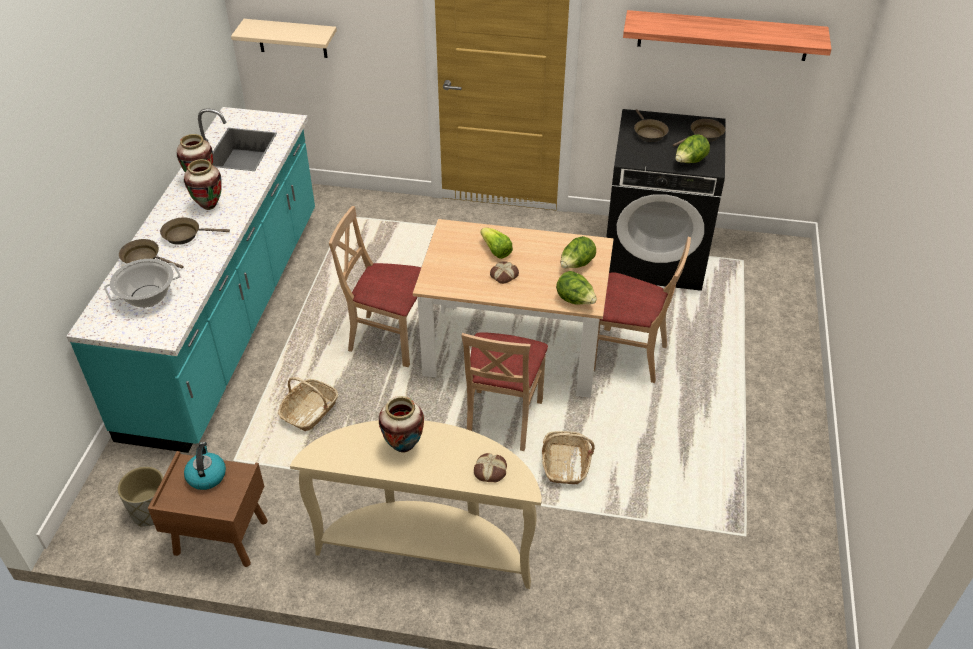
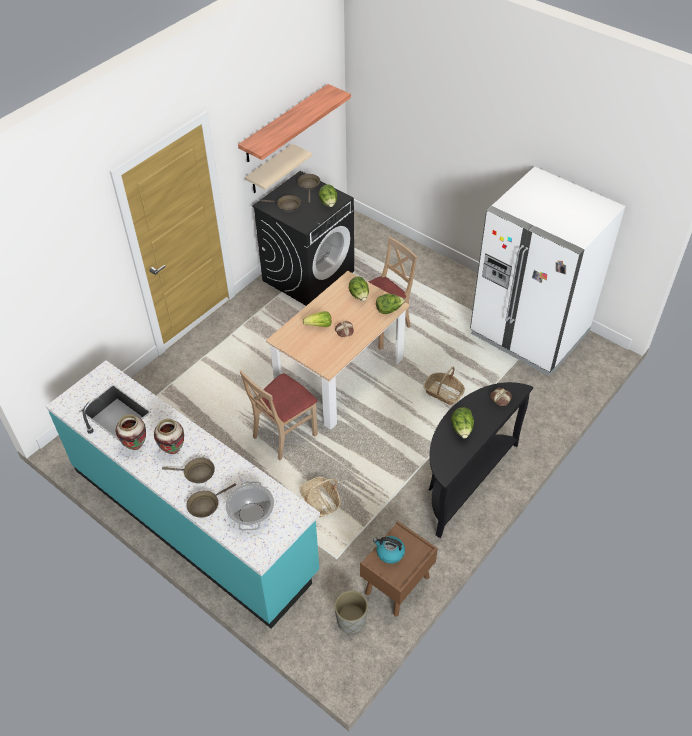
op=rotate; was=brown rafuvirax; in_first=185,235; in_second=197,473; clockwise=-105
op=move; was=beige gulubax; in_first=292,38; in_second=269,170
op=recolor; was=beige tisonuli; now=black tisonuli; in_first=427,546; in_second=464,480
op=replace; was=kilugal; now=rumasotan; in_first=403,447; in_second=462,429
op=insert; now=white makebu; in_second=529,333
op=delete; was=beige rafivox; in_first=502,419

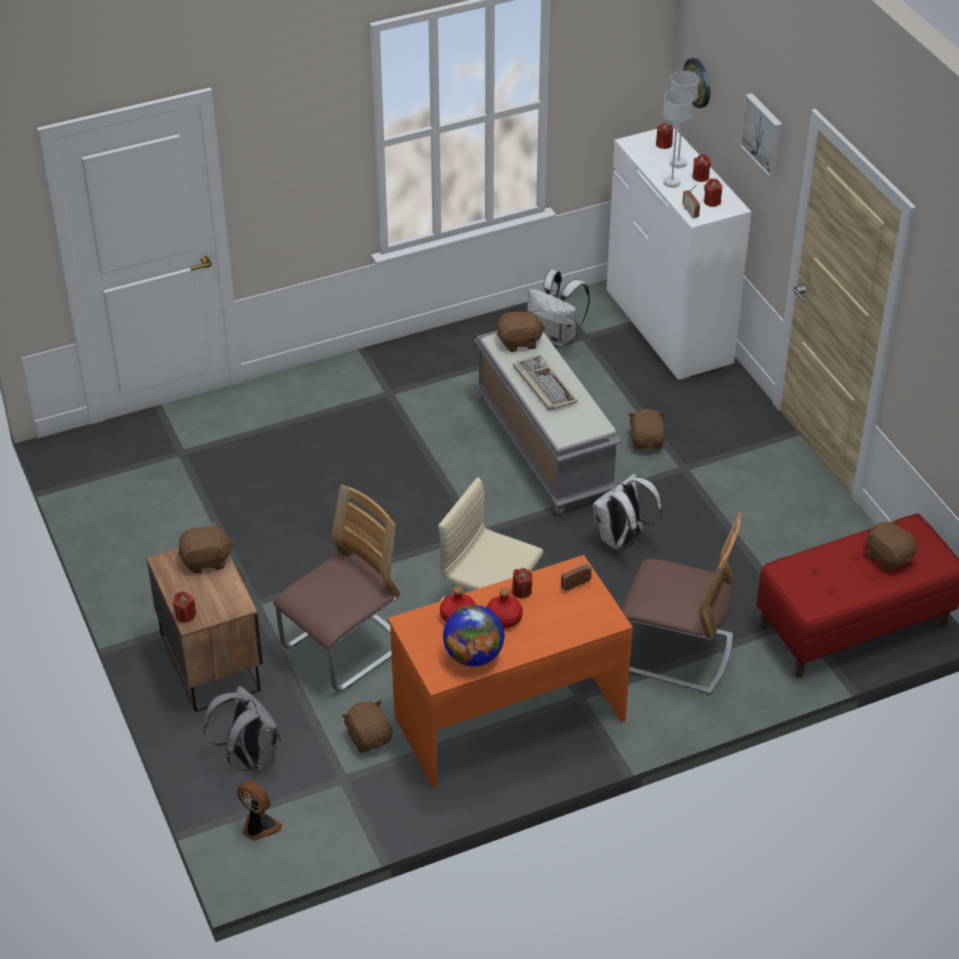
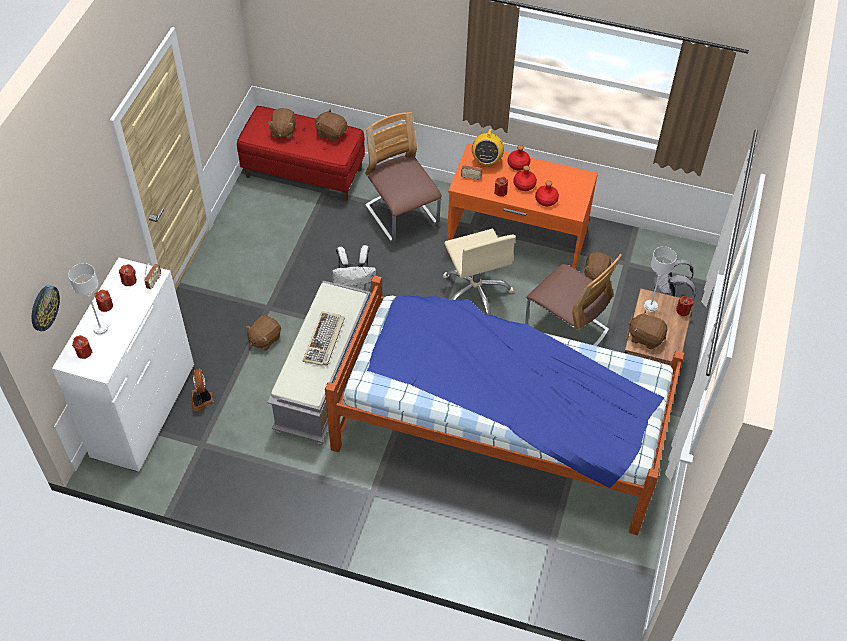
op=move; was=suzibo; in_first=259,827; in_second=202,399
op=move; was=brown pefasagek; in_first=519,342; in_second=331,133
op=insert; now=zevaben; in_second=499,431
op=insert; now=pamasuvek; in_second=486,161
op=insert; now=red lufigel; in_second=518,164
op=rotate; was=rafivox; in_first=344,648; in_second=566,329; clockwise=-135
op=move; was=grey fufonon; in_first=672,182; in_second=650,306
op=delete; was=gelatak; in_first=473,656
op=delete; was=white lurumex; in_first=557,336
op=delete; was=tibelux; in_first=764,134

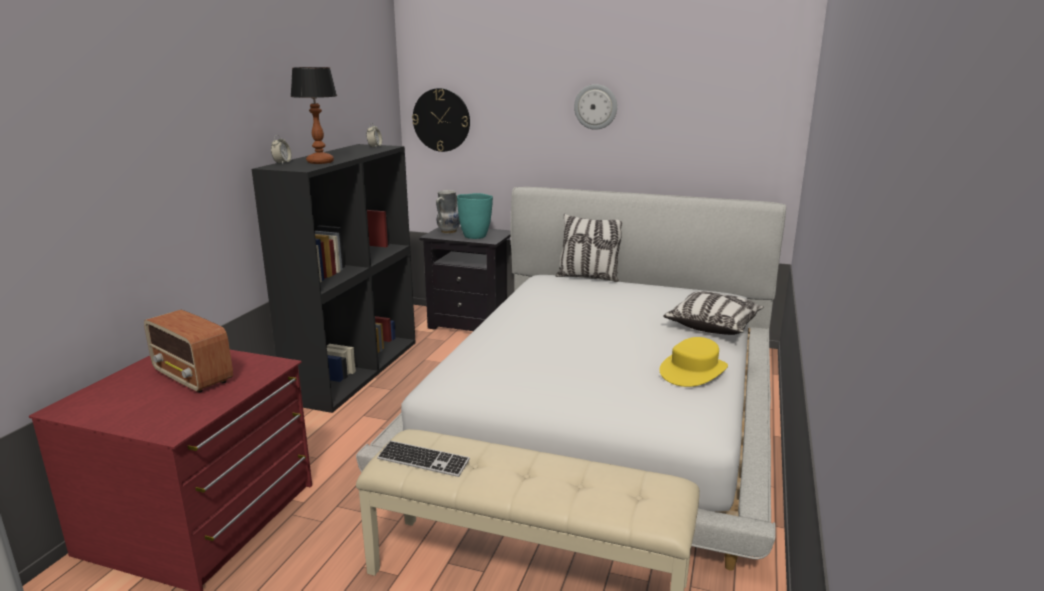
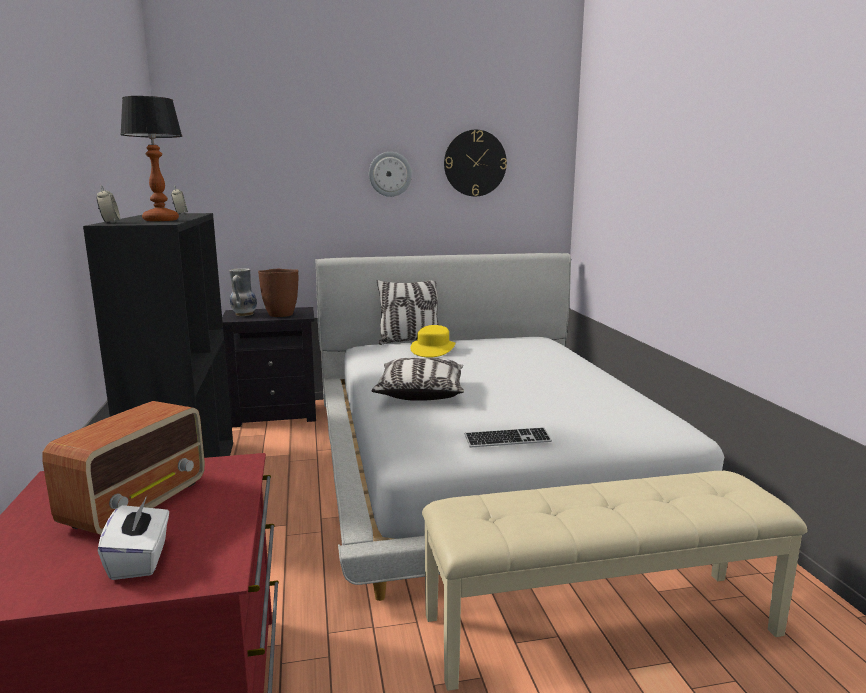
op=rotate; was=pamasuvek; in_first=193,377; in_second=138,503; clockwise=-75
op=insert; now=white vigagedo; in_second=140,560
op=recolor; was=turquoise kilugal; now=brown kilugal; in_first=475,236; in_second=280,315
op=move; was=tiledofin; in_first=713,325; in_second=420,393
op=move; was=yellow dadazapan; in_first=693,371; in_second=433,349
op=move; was=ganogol; in_first=441,120; in_second=475,163
op=move; was=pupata; in_first=423,461; in_second=507,440

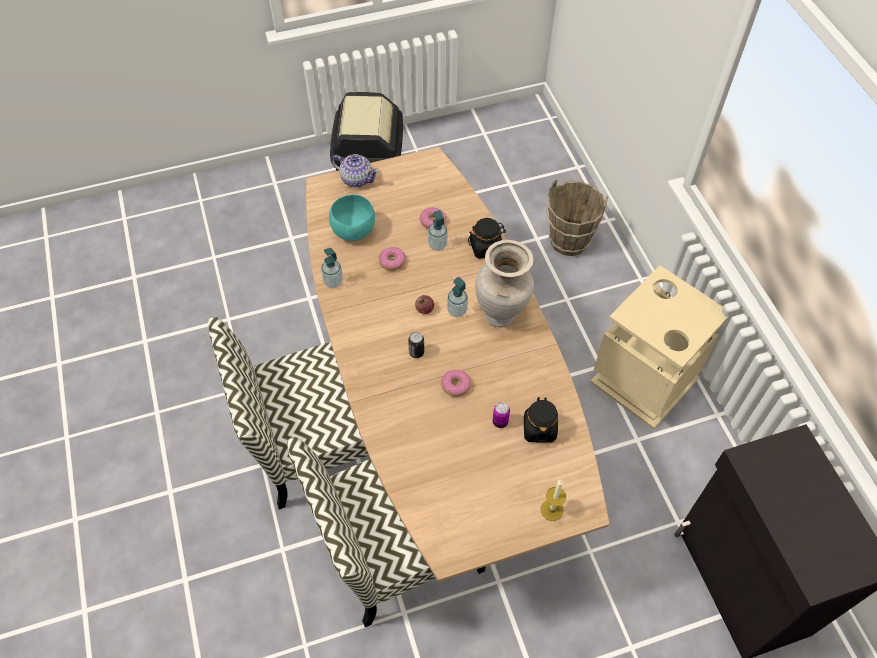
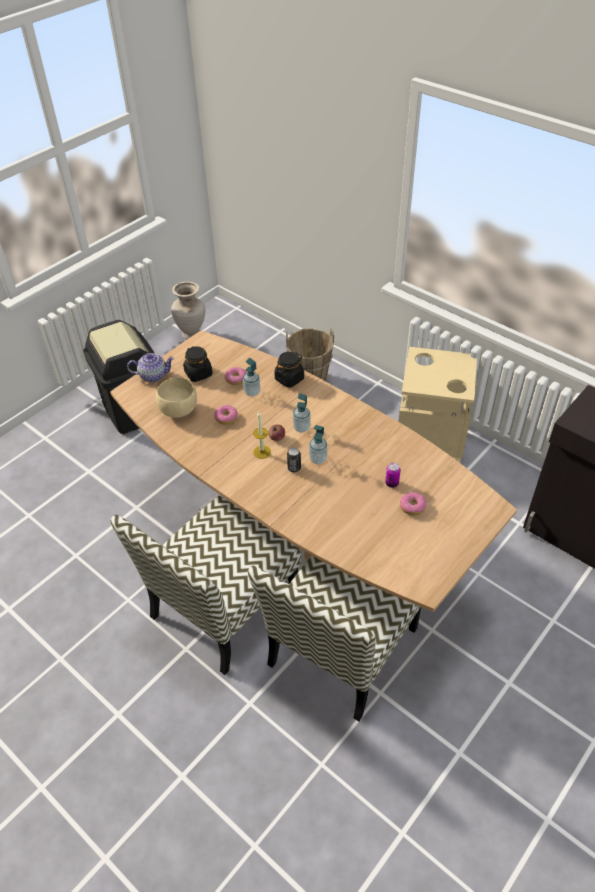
op=recolor; was=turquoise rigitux; now=beige rigitux; in_first=354,230; in_second=178,410
op=move; was=beige kilugal; in_first=501,315; in_second=192,335
op=move; was=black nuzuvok; in_first=539,429; in_second=198,373
op=move; was=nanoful; in_first=552,510; in_second=262,452
op=move; was=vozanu; in_first=333,282; in_second=318,459
op=move; was=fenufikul; in_first=456,385; in_second=412,506

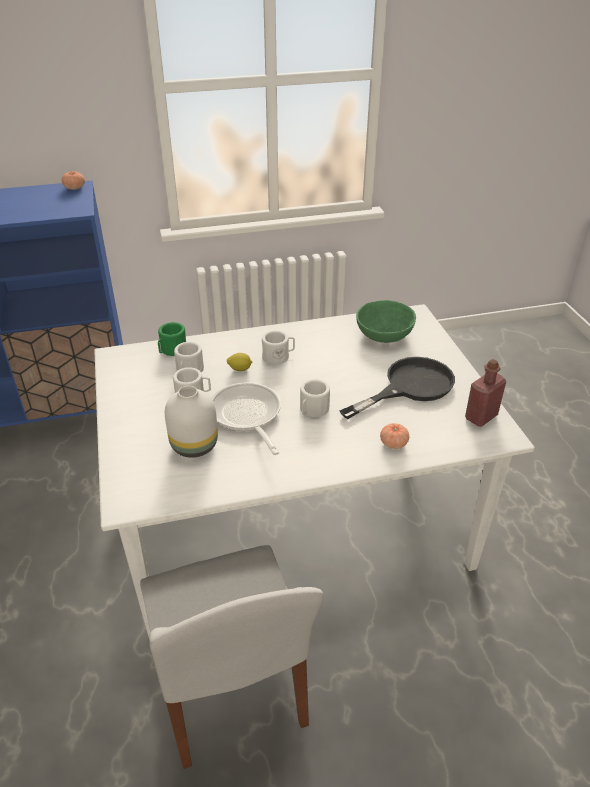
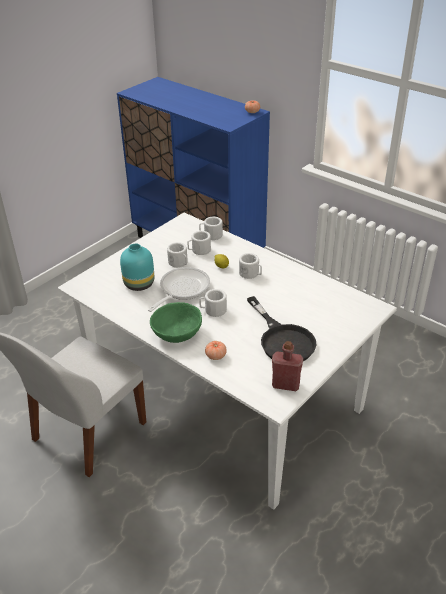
op=recolor; was=white kilugal; now=turquoise kilugal; in_first=193,446; in_second=138,284
op=move; was=green rigitux; in_first=384,334; in_second=177,333
op=recolor; was=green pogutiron; now=white pogutiron; in_first=171,350; in_second=211,235
op=rotate; was=black rafuvirax; in_first=409,386; in_second=282,339; clockwise=45

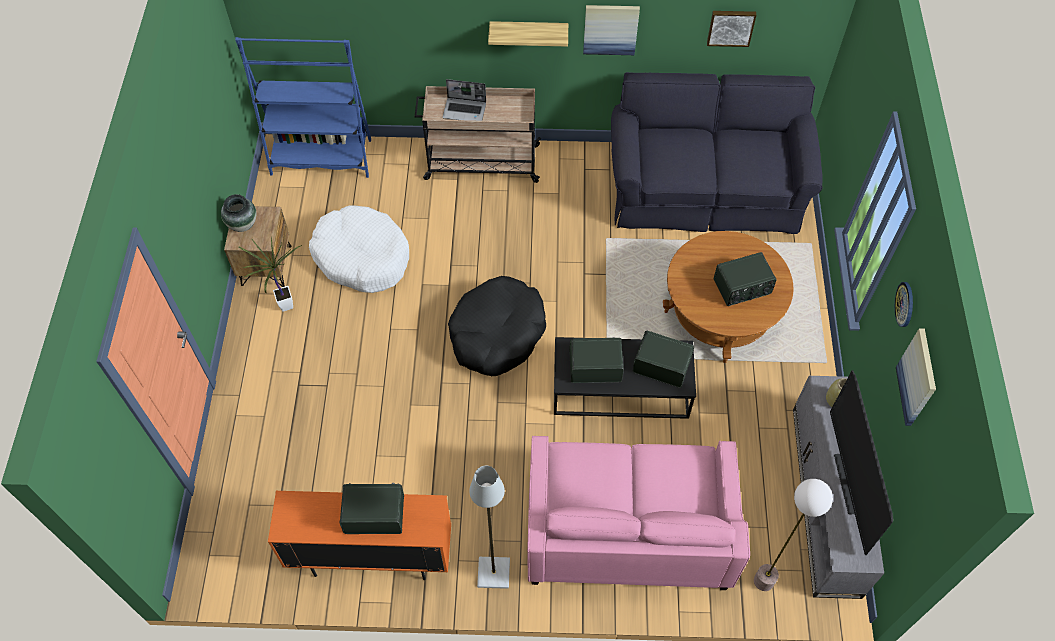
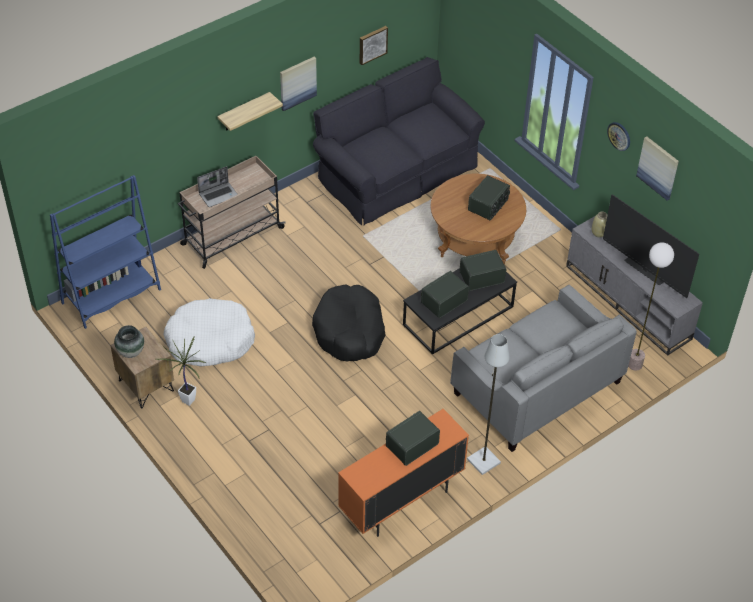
op=recolor; was=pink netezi; now=grey netezi; in_first=627,529; in_second=536,388

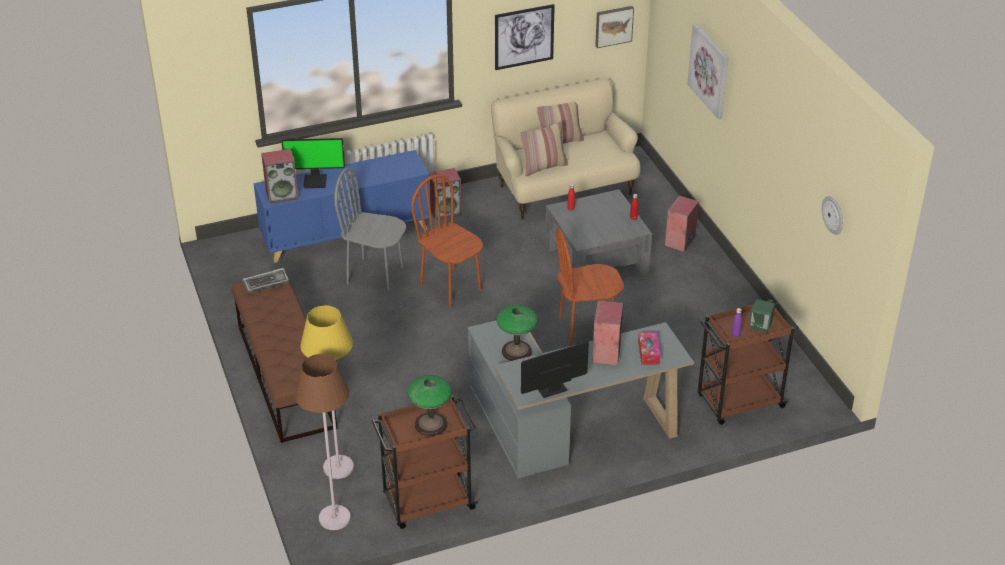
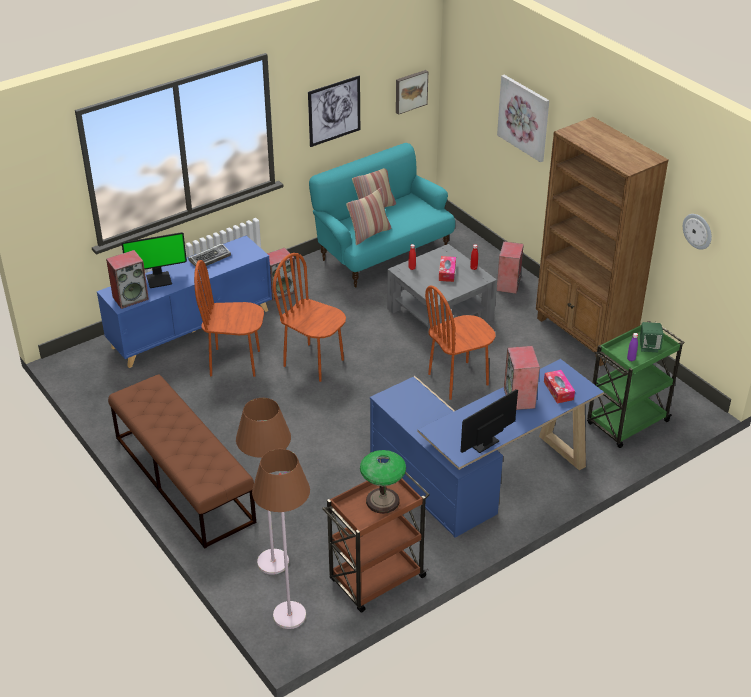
op=move; was=pupata; in_first=266,283; in_second=210,258
op=recolor; was=grey rafivox; now=brown rafivox; in_first=375,274; in_second=235,362
op=recolor; was=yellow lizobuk; now=brown lizobuk; in_first=338,467; in_second=273,562
op=recolor; was=beige netezi; now=turquoise netezi; in_first=564,189; in_second=383,253
op=recolor; was=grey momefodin; now=blue momefodin; in_first=565,427; in_second=478,477
op=insert; now=vigagedo; in_second=447,272
op=insert; now=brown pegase; in_second=584,334
op=recolor; was=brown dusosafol; now=green dusosafol; in_first=739,402; in_second=626,423
op=delete; was=fufonon; in_first=516,351

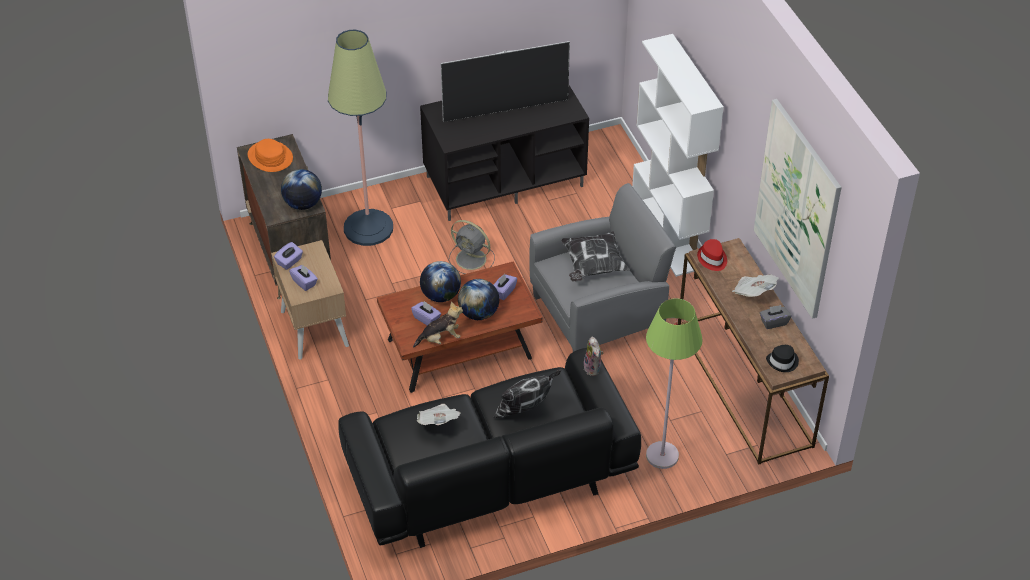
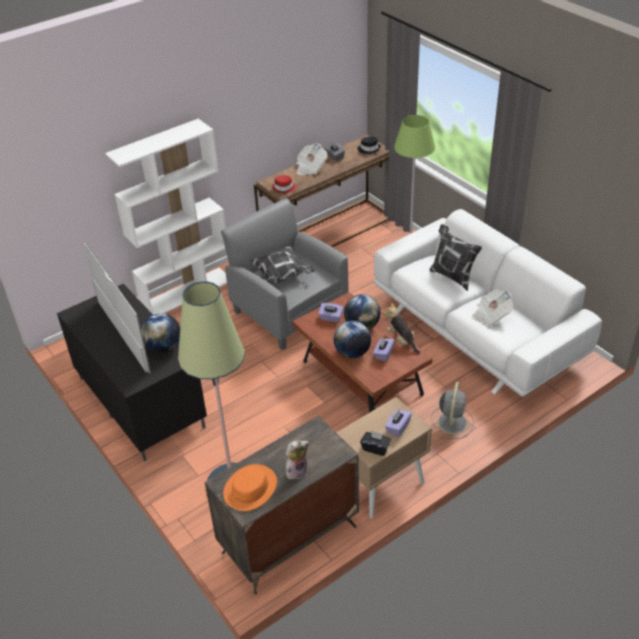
op=move; was=gelatak; in_first=303,204; in_second=164,347
op=move; was=pefasagek; in_first=593,368; in_second=297,470
op=recolor; was=purple vigagedo; now=black vigagedo; in_first=289,262; in_second=375,448
op=recolor; was=black netezi; now=white netezi; in_first=488,475; in_second=477,331
op=move; was=grey suzibo; in_first=472,259; in_second=452,421
op=delete; was=tibelux; in_first=797,209

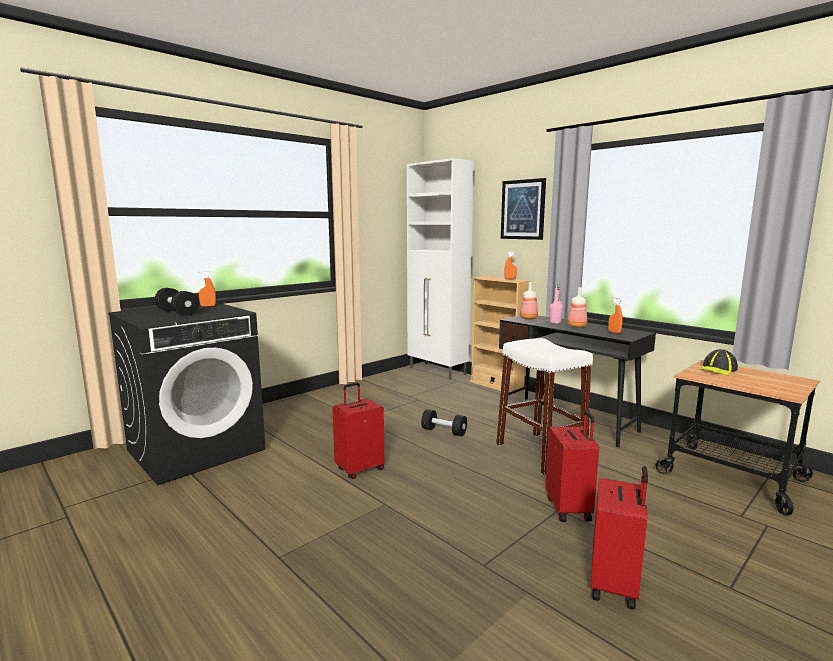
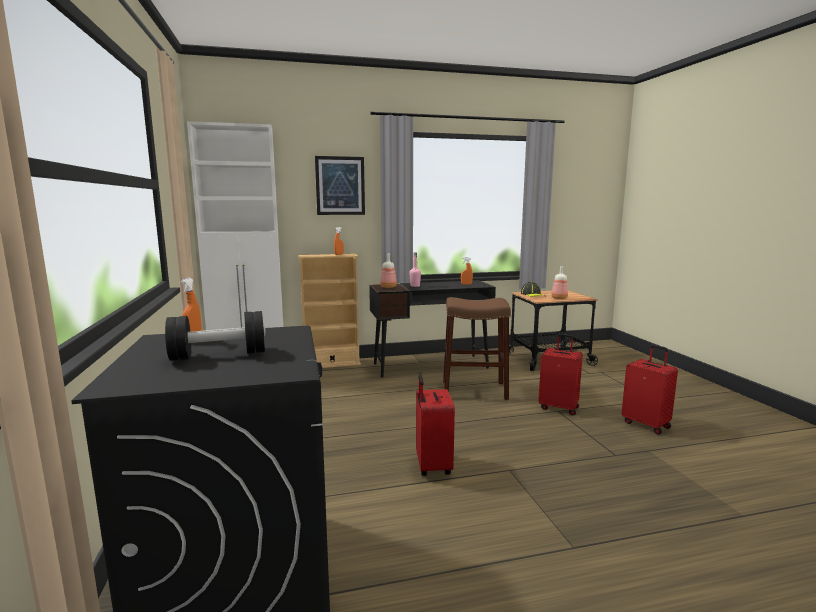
op=recolor; was=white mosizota; now=brown mosizota; in_first=540,452; in_second=474,390
op=move; was=lufigel; in_first=576,326; in_second=559,298
op=delete; was=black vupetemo; in_first=444,431

